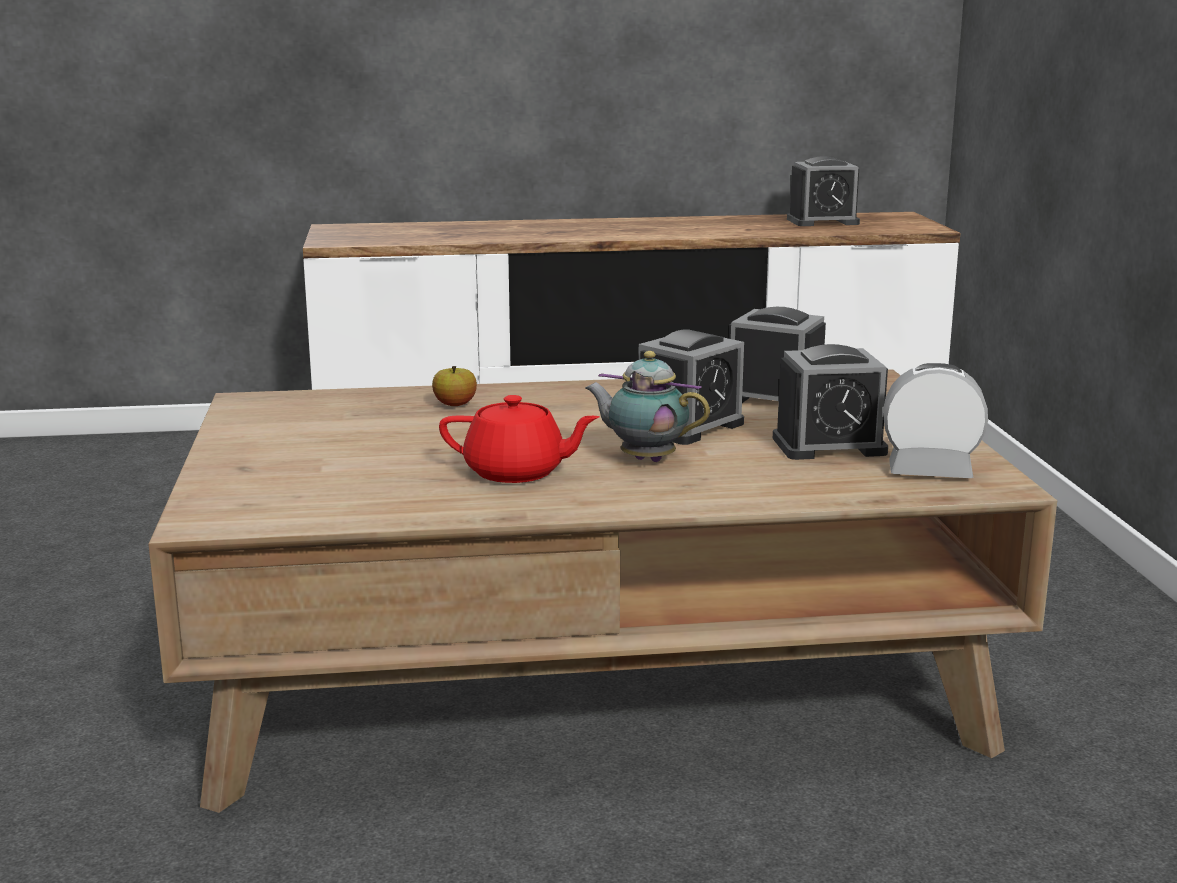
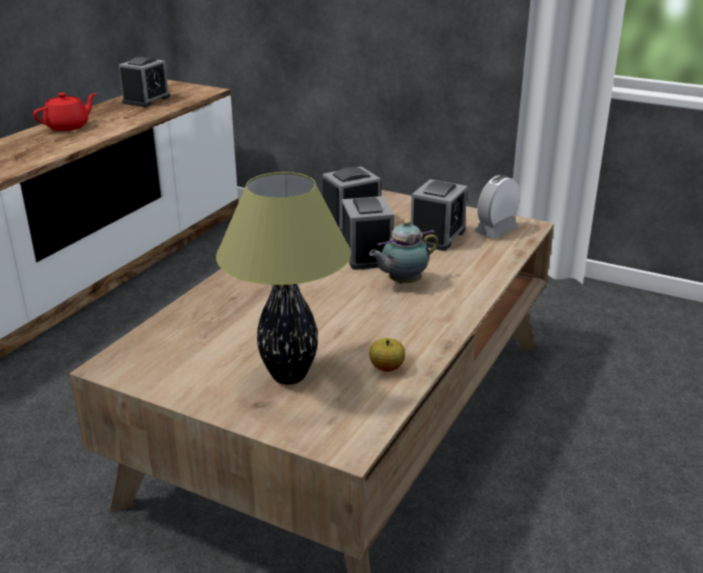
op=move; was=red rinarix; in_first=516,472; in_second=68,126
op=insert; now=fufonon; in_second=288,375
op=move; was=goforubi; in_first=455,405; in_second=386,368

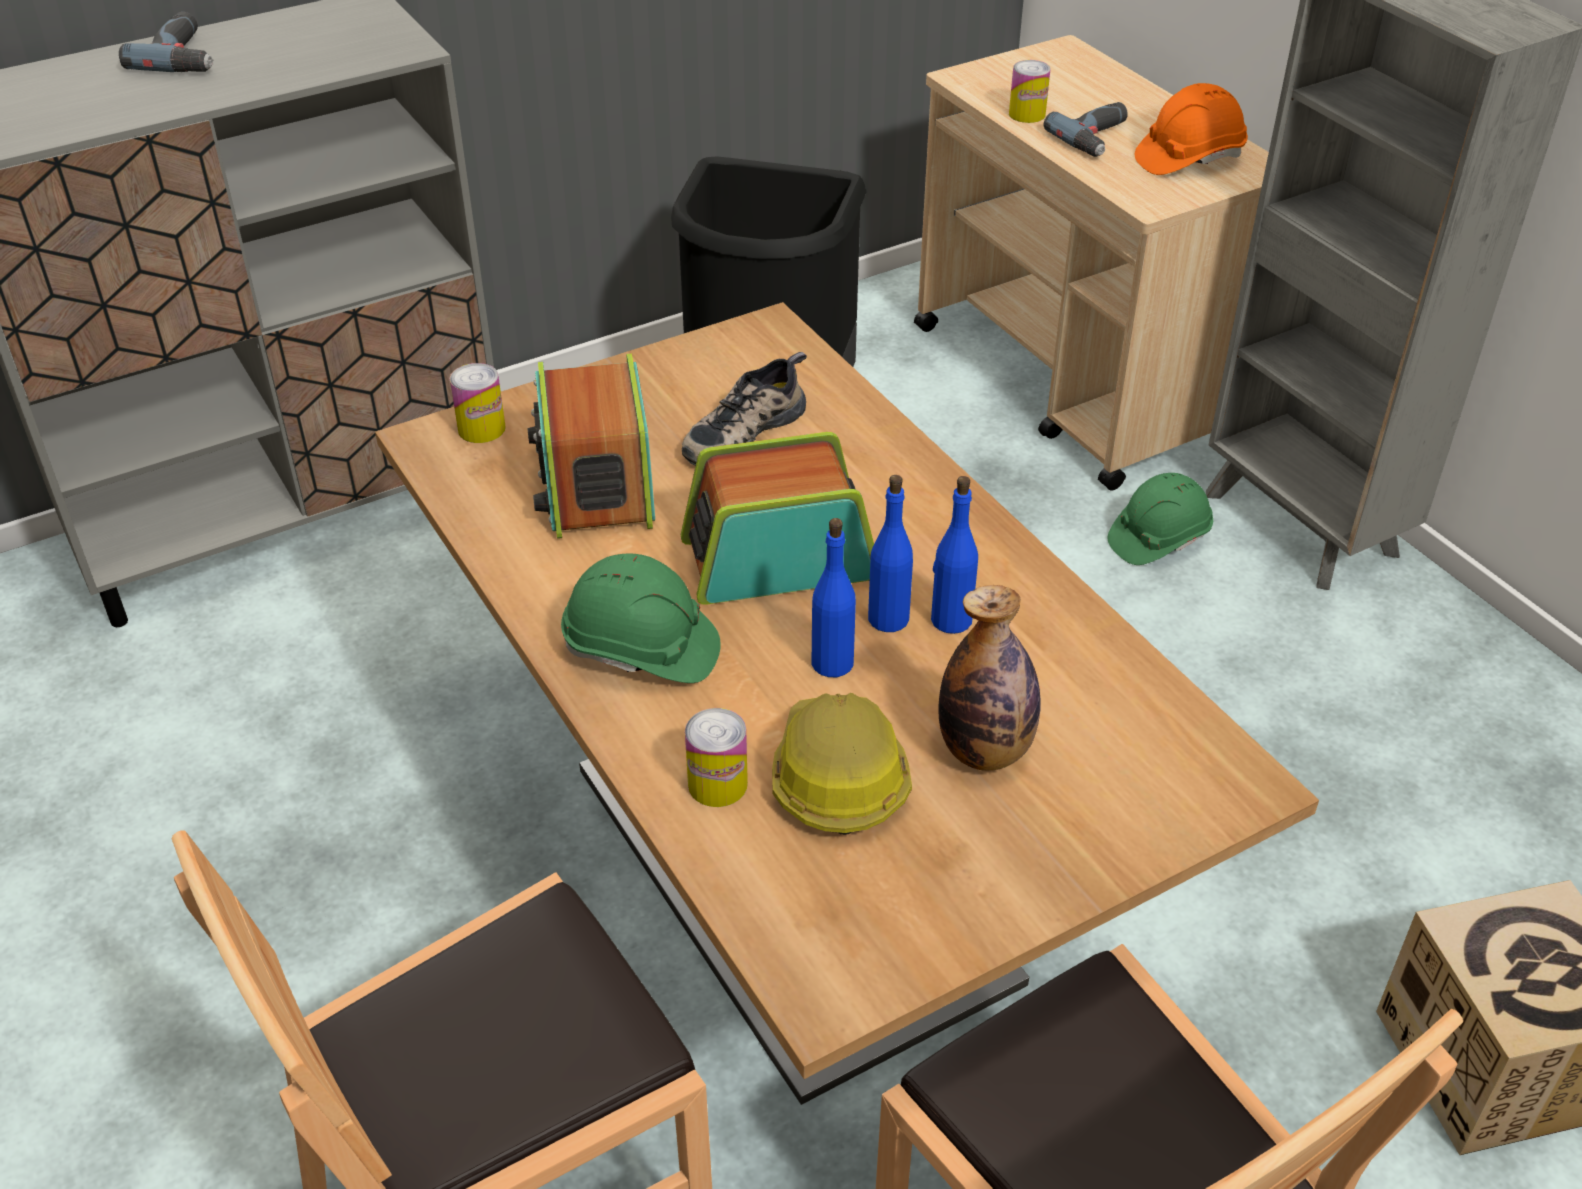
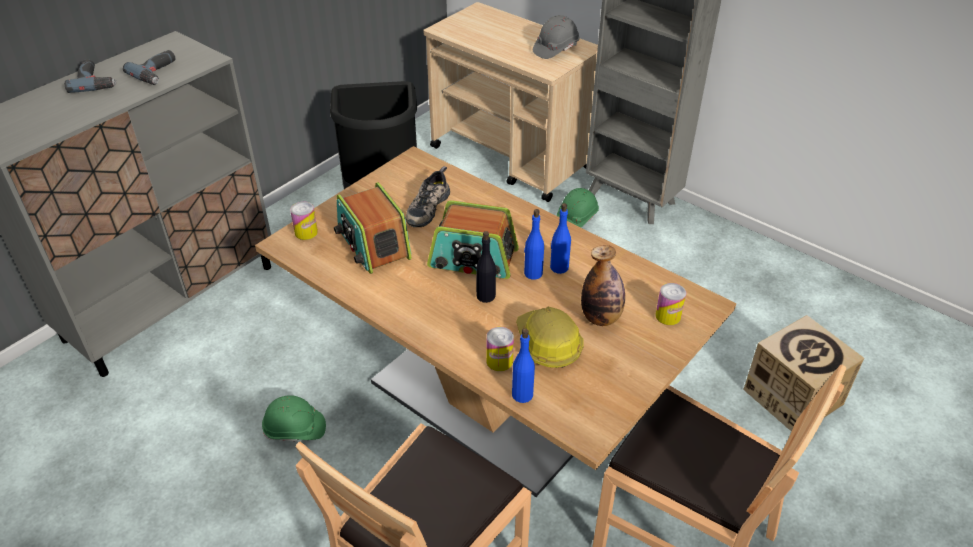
op=move; was=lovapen; in_first=1098,138; in_second=159,73
op=move; was=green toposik; in_first=641,649; in_second=295,429
op=rotate; was=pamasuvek; in_first=778,559; in_second=473,259; clockwise=-135
op=insert; now=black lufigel; in_second=486,296
op=move; was=blue lufigel; in_first=832,662; in_second=522,394
op=recolor; was=orange toposik; now=grey toposik; in_first=1188,158; in_second=555,49
op=move; was=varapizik; in_first=1027,114; in_second=668,316

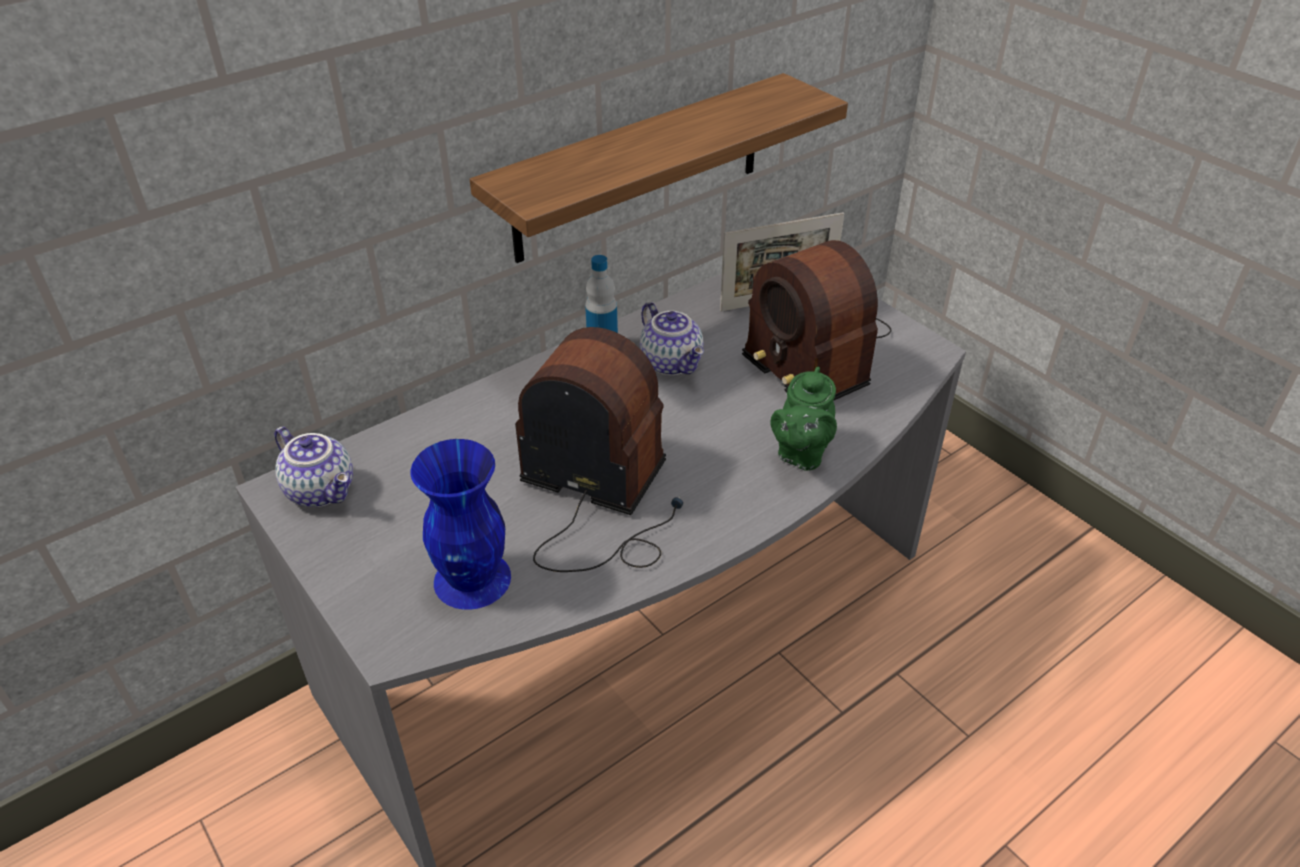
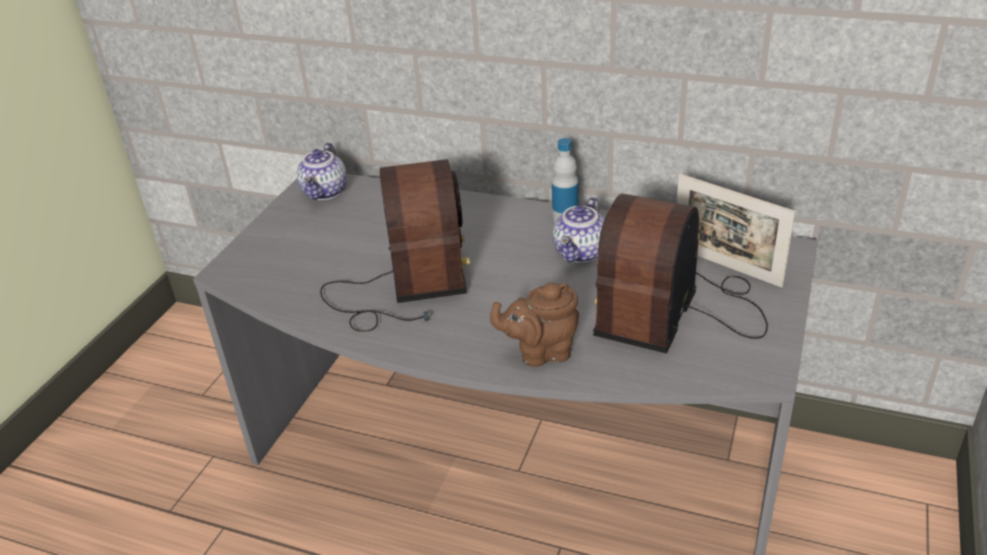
op=recolor; was=green rinarix; now=brown rinarix; in_first=801,454; in_second=540,352
op=delete; was=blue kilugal; in_first=472,580
op=delete; was=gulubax; in_first=640,168

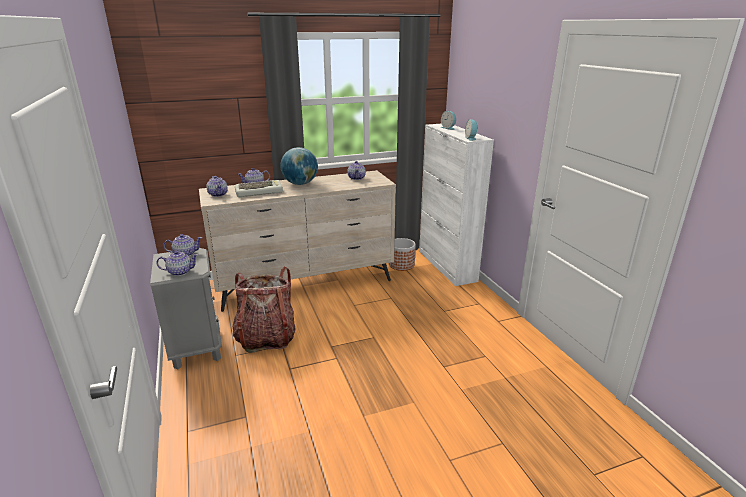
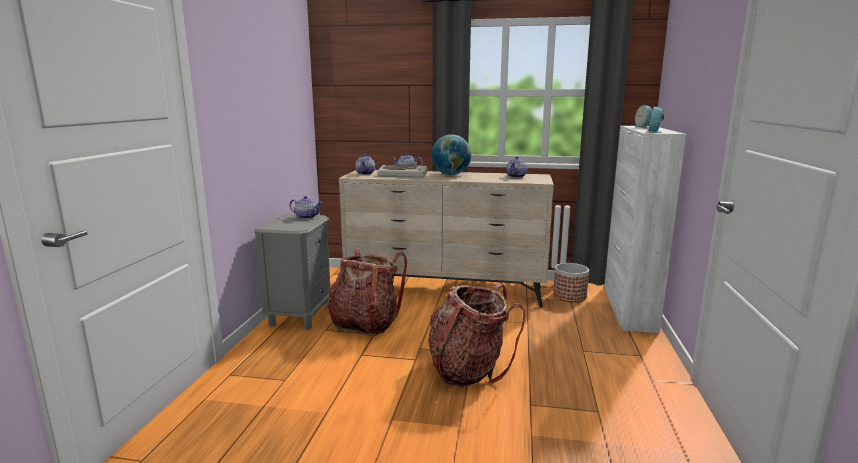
op=insert; now=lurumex; in_second=468,369
op=delete; was=rinarix; in_first=179,272

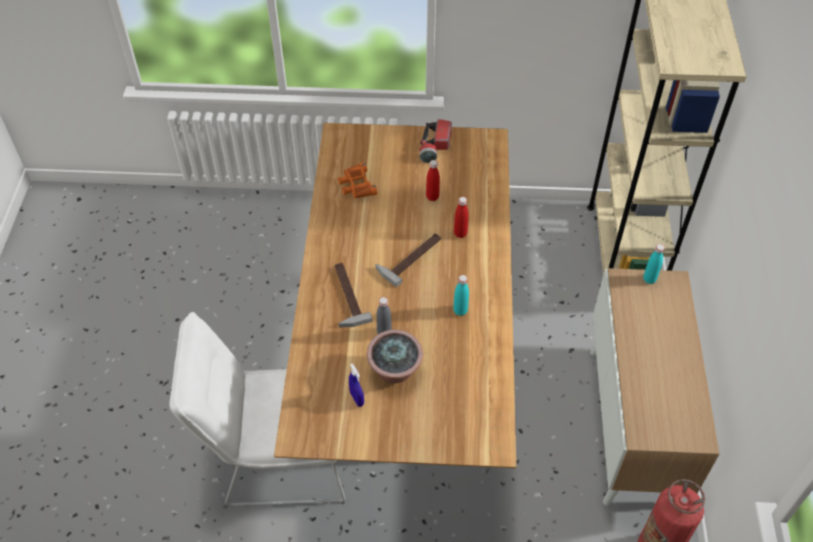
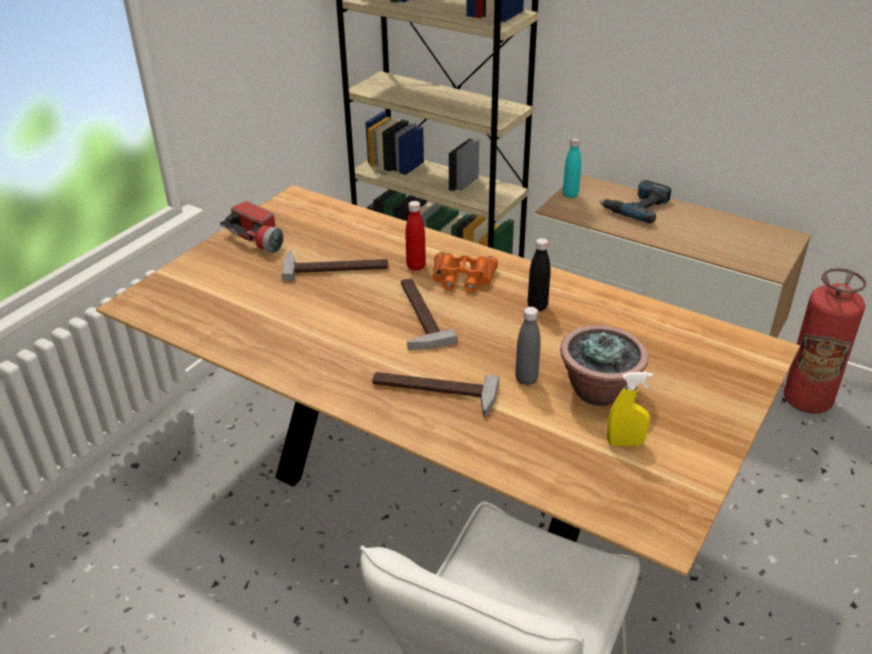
op=replace; was=red lufigel; now=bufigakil; in_first=432,197; in_second=336,266
op=move; was=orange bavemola; in_first=356,185; in_second=463,278
op=recolor; was=turquoise lufigel; now=black lufigel; in_first=460,311; in_second=537,306
op=insert; now=lovapen; in_second=636,207
op=recolor; was=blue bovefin; now=yellow bovefin; in_first=357,399; in_second=625,443

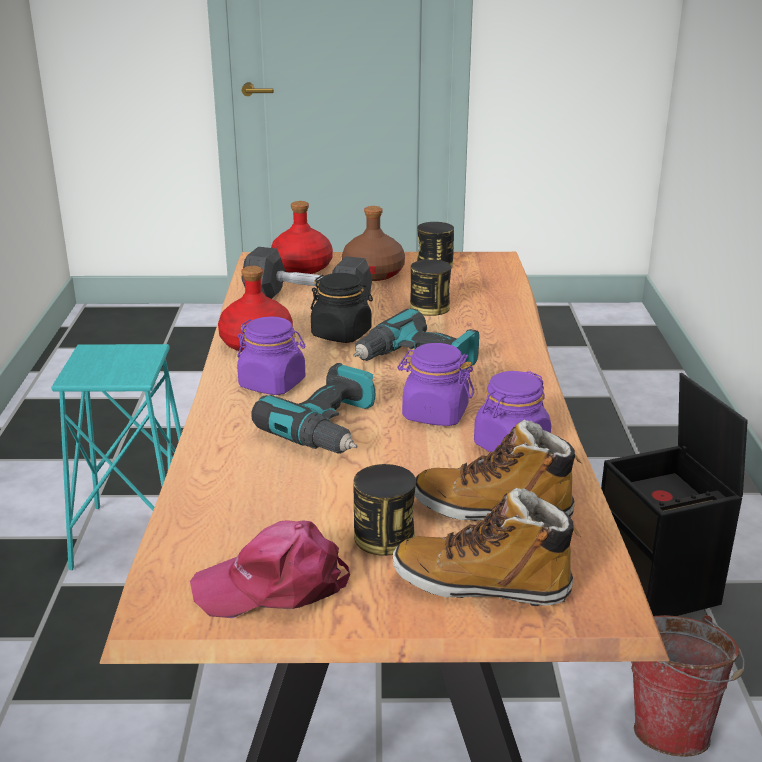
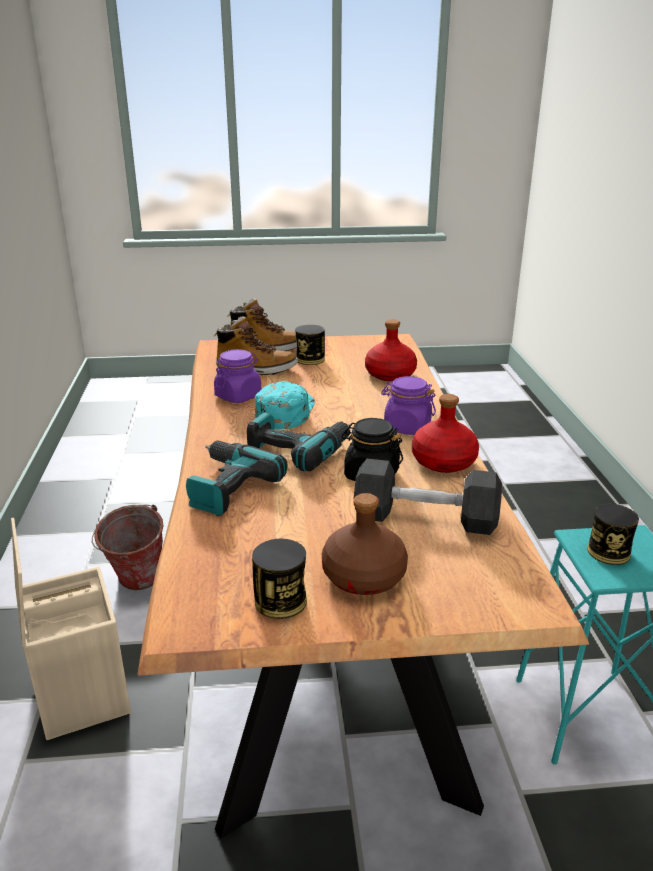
op=recolor; was=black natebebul; now=beige natebebul; in_first=658,585; in_second=80,692
op=move; was=lovapen; in_first=330,428; in_second=226,487
op=replace; was=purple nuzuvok; now=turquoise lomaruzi; in_first=434,414; in_second=285,412
op=move; was=red lufigel; in_first=301,267; in_second=391,374
op=move; was=varapizik; in_first=429,307; in_second=608,552
op=delete; was=pink lomaruzi; in_first=274,585

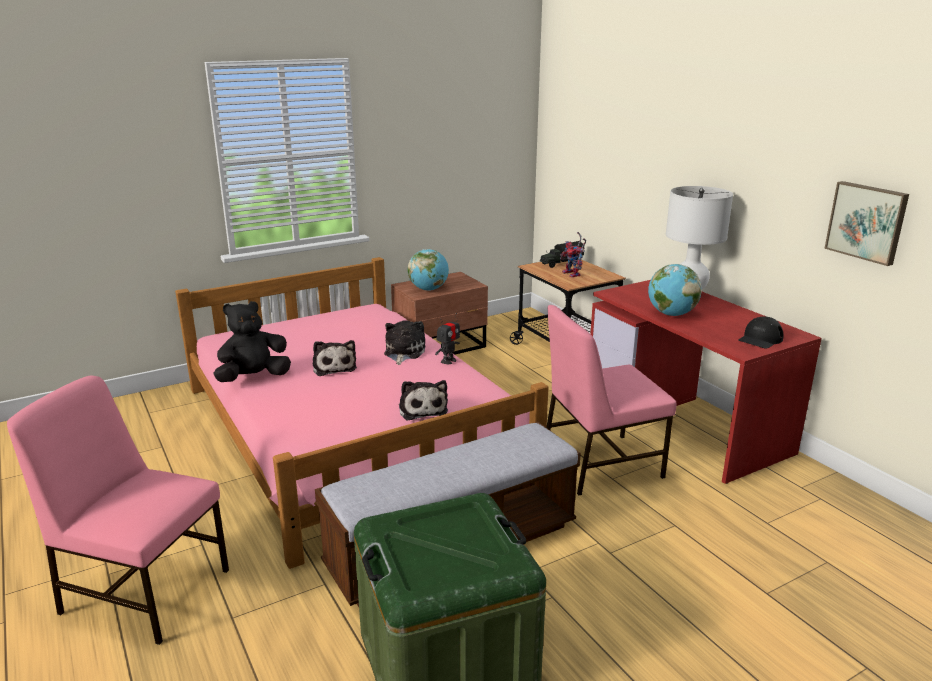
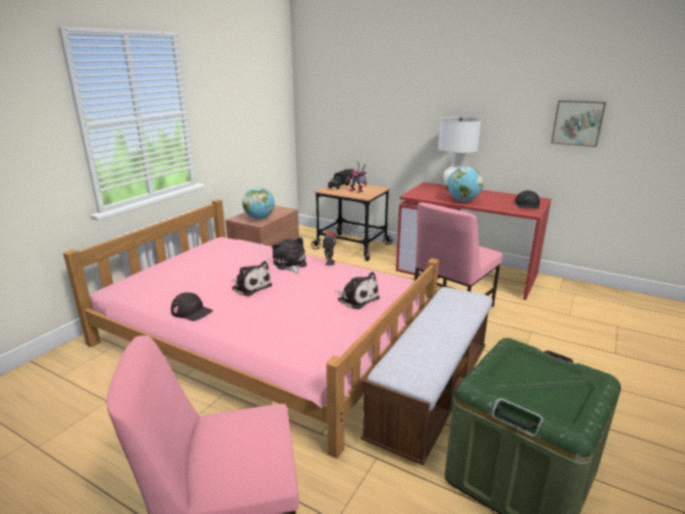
op=replace; was=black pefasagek; now=black lomaruzi; in_first=253,377; in_second=191,311

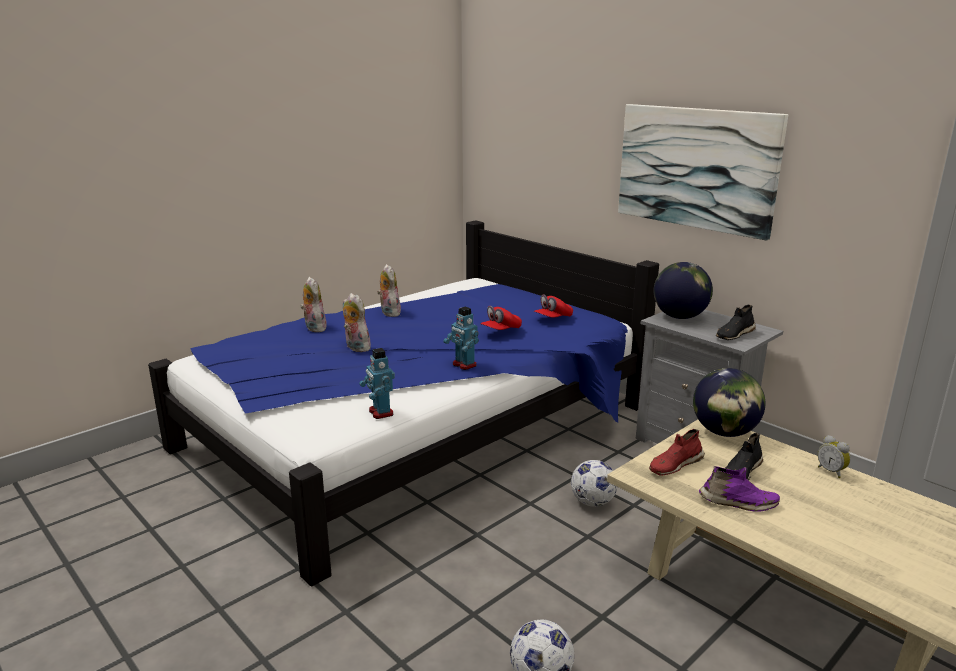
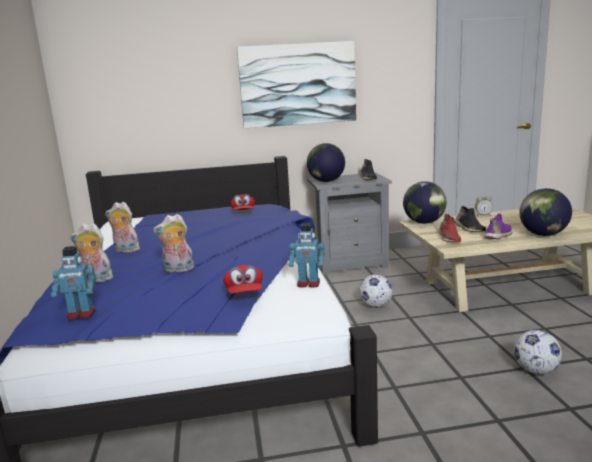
op=move; was=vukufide; in_first=464,365; in_second=81,314
op=move; was=red lomaruzi; in_first=501,330; in_second=244,294
op=insert; now=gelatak; in_second=542,234

